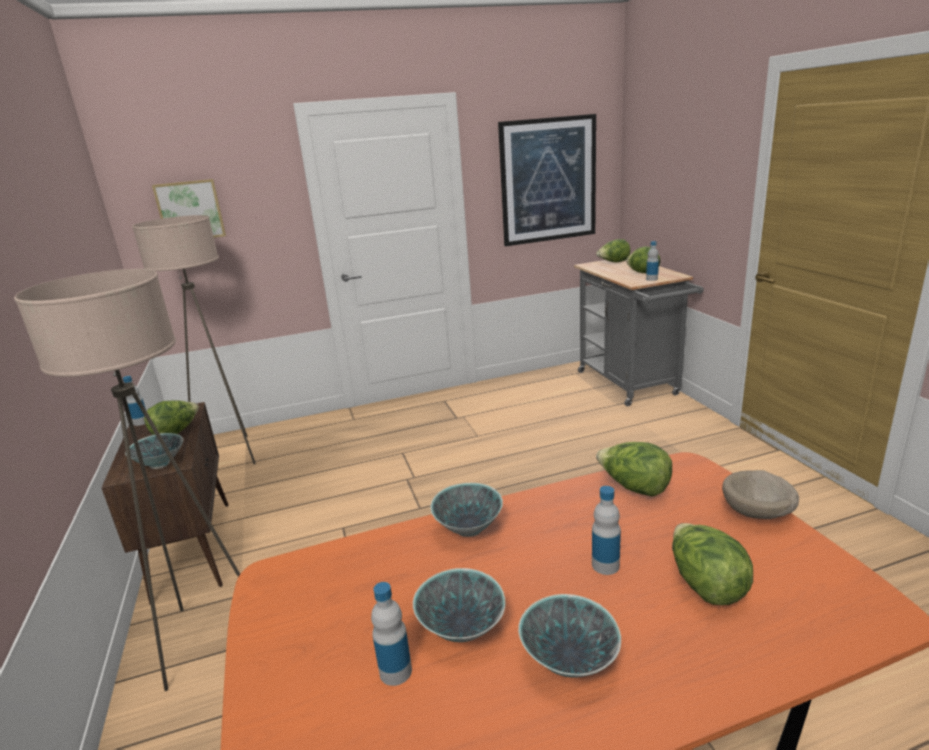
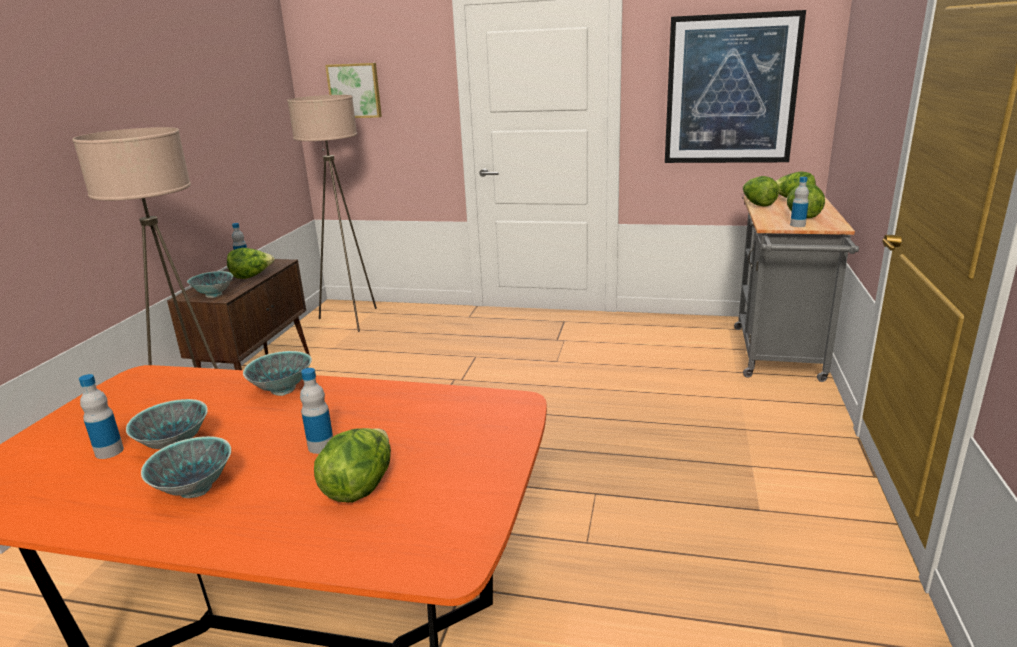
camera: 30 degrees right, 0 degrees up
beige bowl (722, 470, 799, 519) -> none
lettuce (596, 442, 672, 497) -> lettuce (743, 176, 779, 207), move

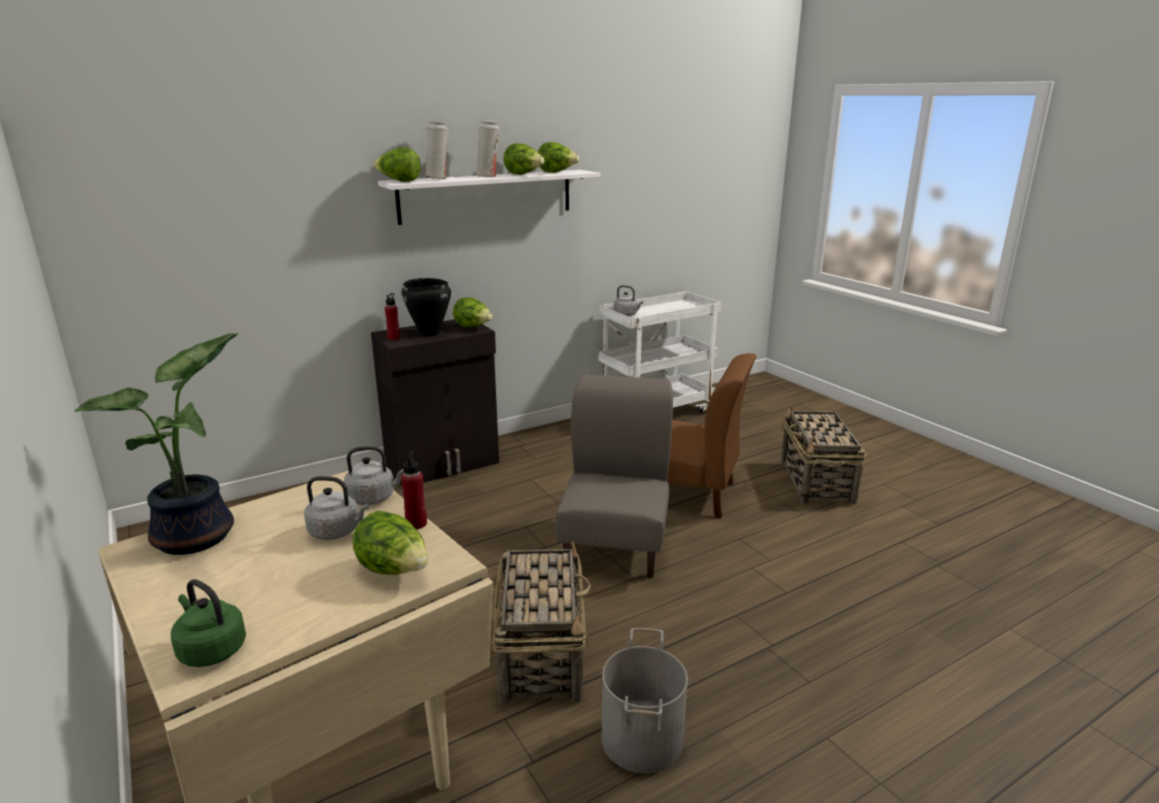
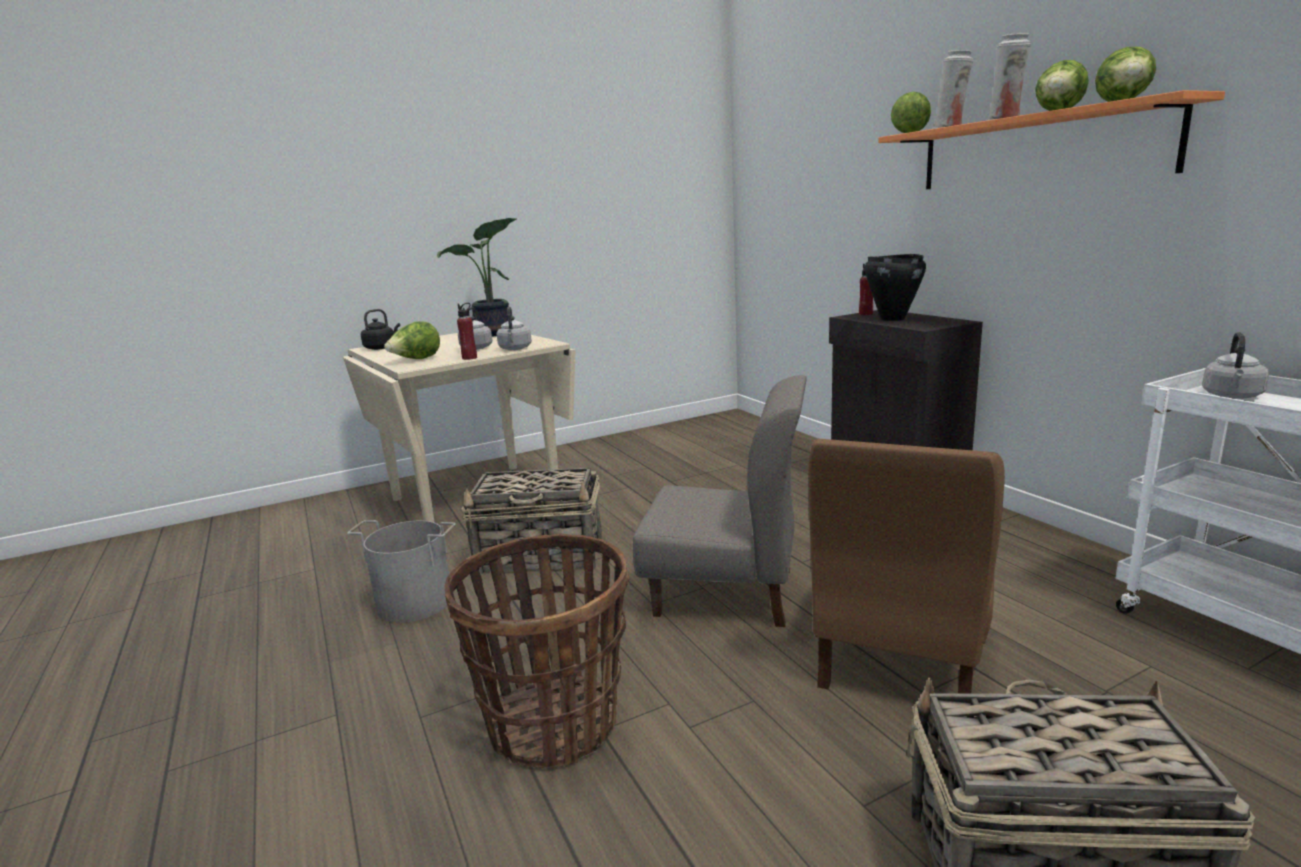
camera: 95 degrees right, 5 degrees down
lettuce (453, 297, 493, 328) -> none
none -> basket (445, 534, 630, 768)
green kettle (171, 579, 246, 667) -> black kettle (361, 309, 400, 350)
white shelf (378, 170, 601, 225) -> orange shelf (878, 90, 1225, 189)

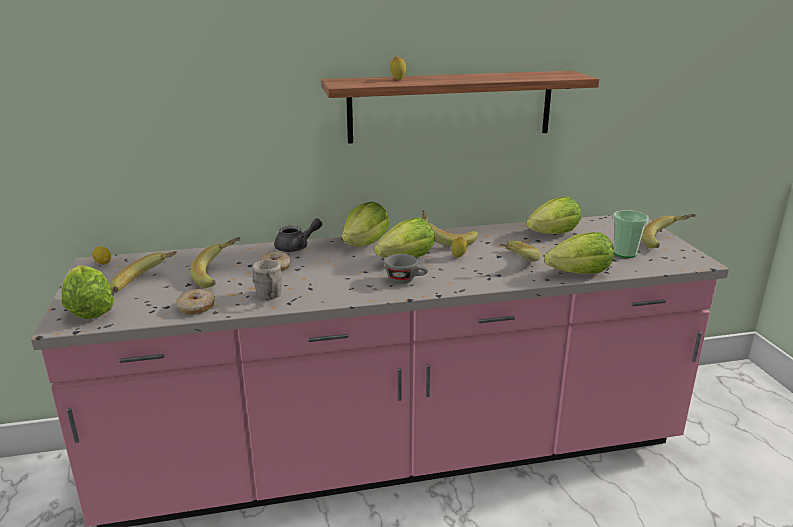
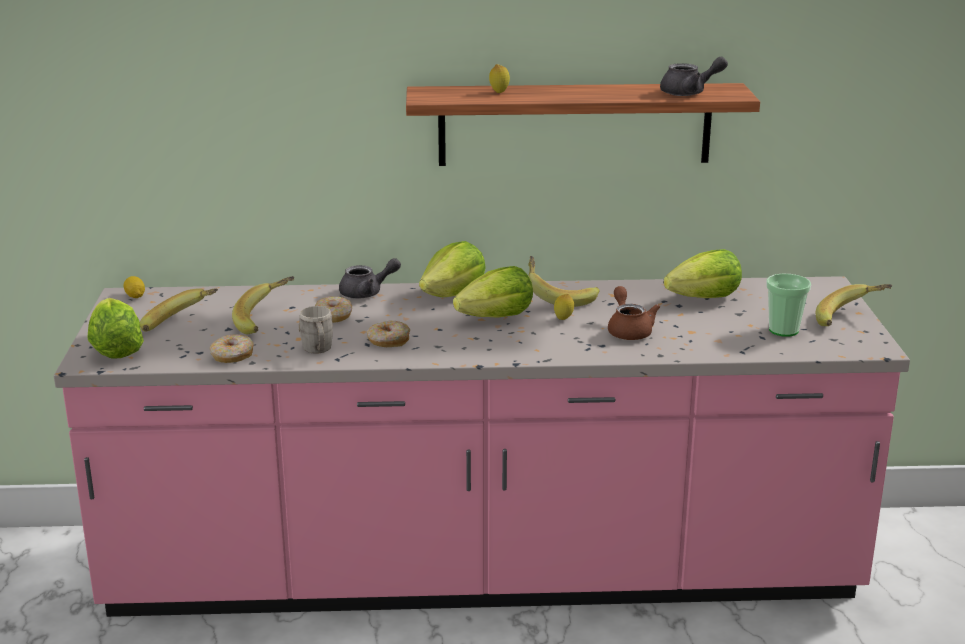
camera: 10 degrees right, 0 degrees up
grey cup (384, 254, 428, 284) -> none
lettuce (544, 232, 614, 274) -> none
none -> donut (367, 321, 410, 347)
none -> grey teapot (660, 57, 728, 96)
banana (500, 241, 541, 262) -> brown teapot (608, 286, 660, 340)

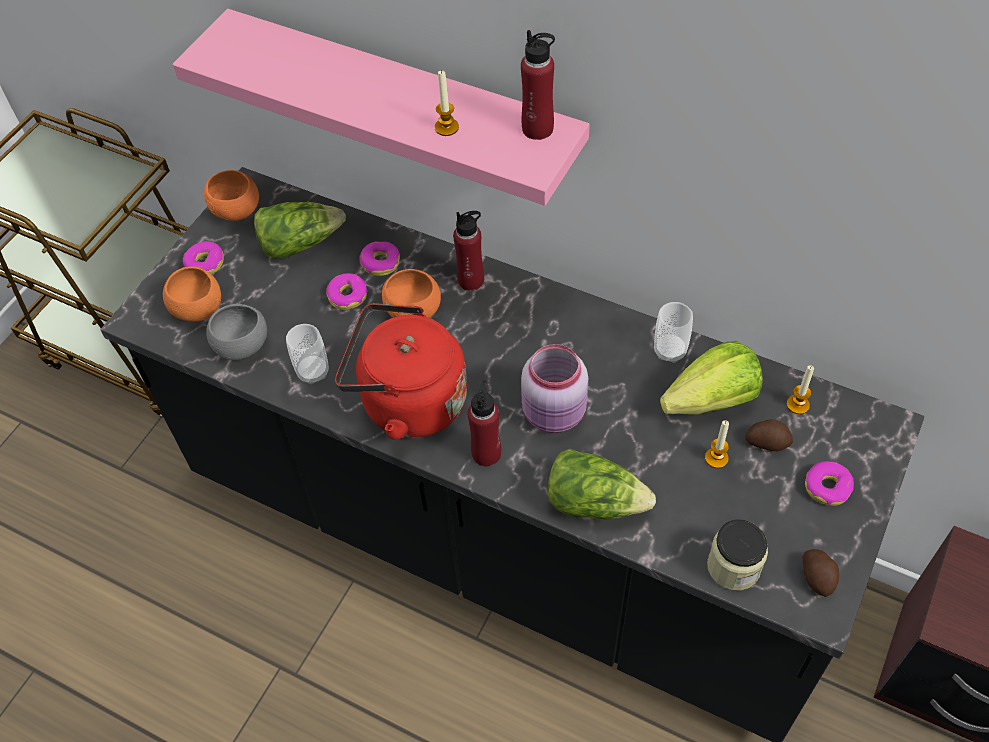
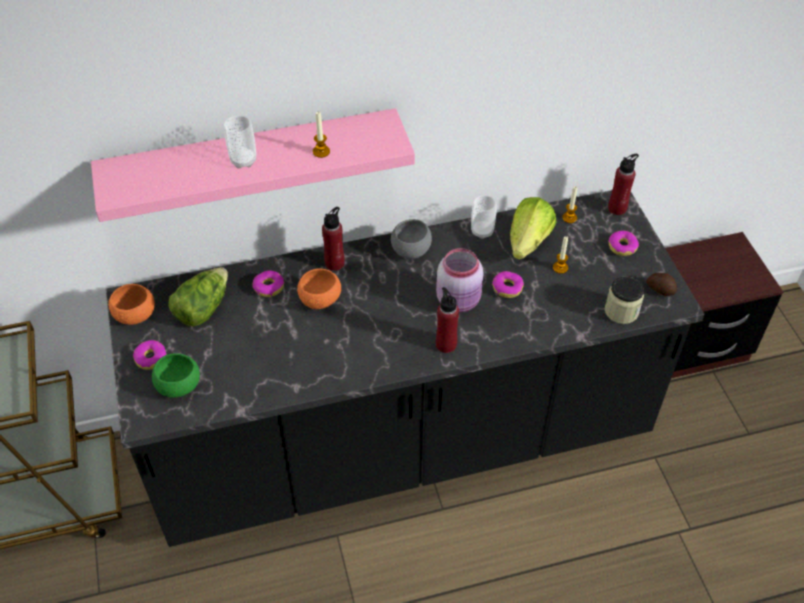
camera: 45 degrees left, 5 degrees down
red kettle (335, 303, 467, 440) -> none
lettuce (547, 449, 656, 519) -> none
potato (745, 419, 793, 451) -> none
grey bowl (206, 304, 267, 360) -> grey bowl (391, 219, 432, 259), move
cup (286, 324, 329, 384) -> cup (224, 115, 256, 169), move
donut (326, 273, 367, 310) -> donut (492, 271, 524, 298), move
red bottle (521, 30, 555, 140) -> red bottle (608, 154, 639, 215), move
orange bowl (163, 266, 221, 321) -> green bowl (152, 353, 200, 398)

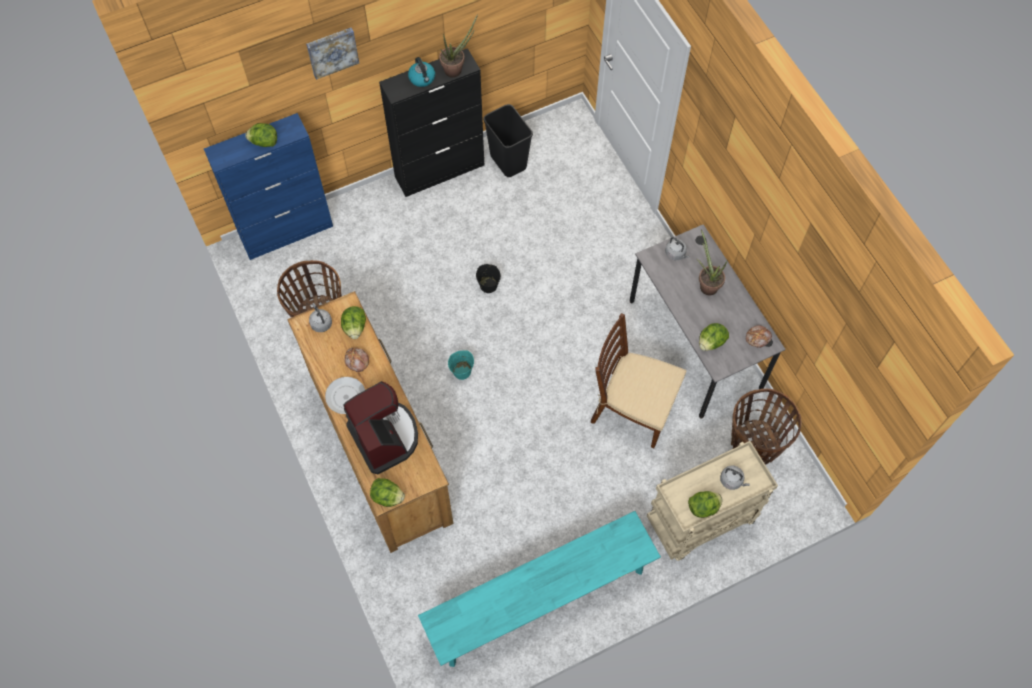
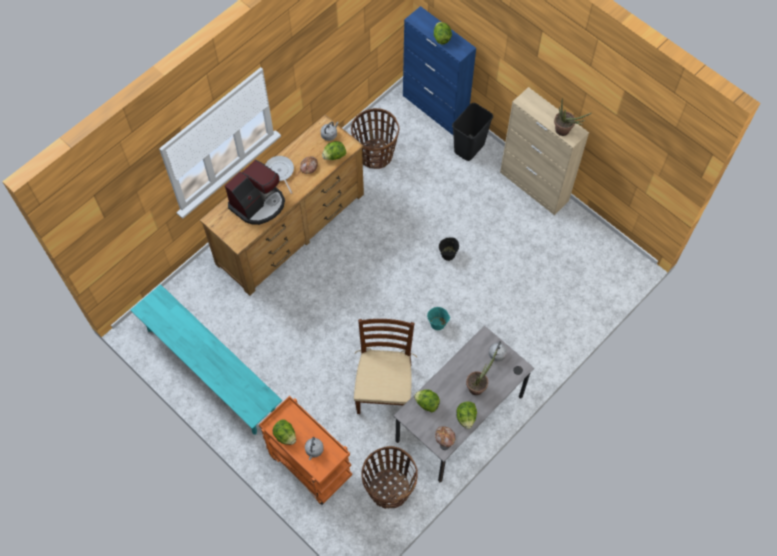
camera: 70 degrees right, 0 degrees up
picture (306, 28, 359, 80) -> none
kettle (408, 57, 435, 87) -> none
lettuce (370, 478, 405, 507) -> lettuce (457, 402, 477, 429), move
turquoise bucket (448, 350, 474, 380) -> turquoise bucket (427, 307, 450, 330), move
black trash can (483, 104, 533, 177) -> black trash can (452, 103, 493, 161), move
black cabinet (379, 48, 484, 197) -> beige cabinet (500, 87, 589, 215)
beige cart (647, 441, 778, 561) -> orange cart (259, 396, 352, 505)

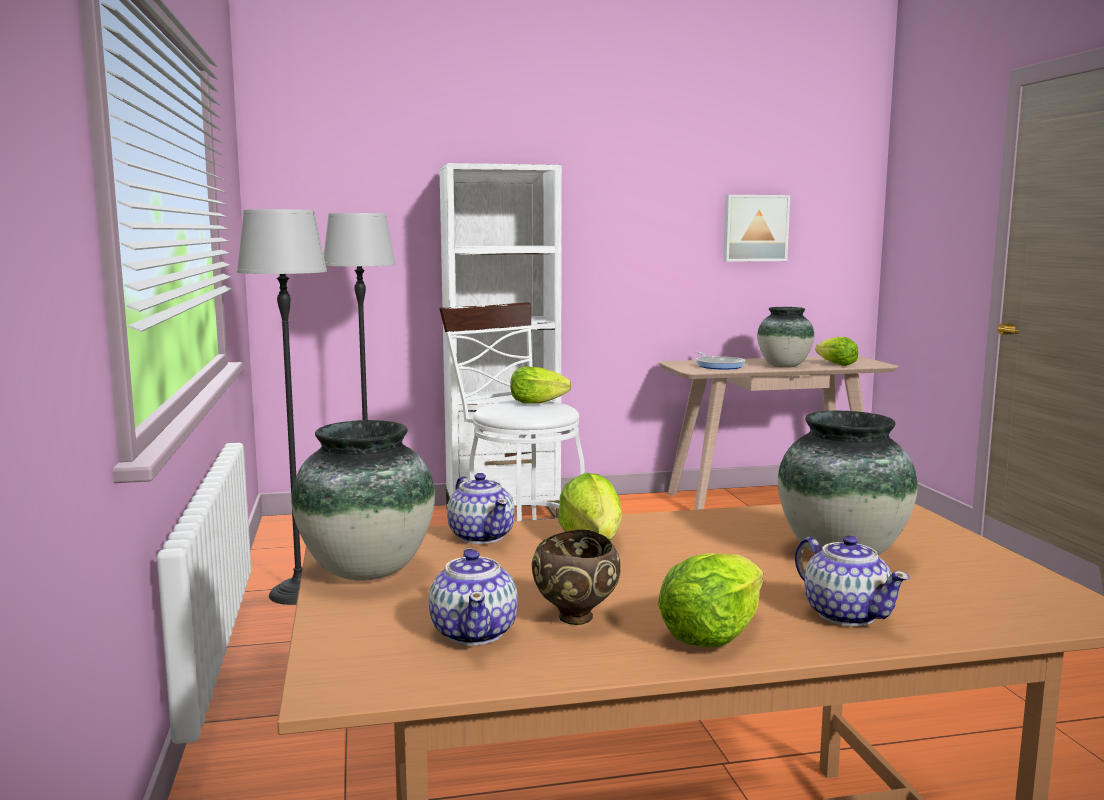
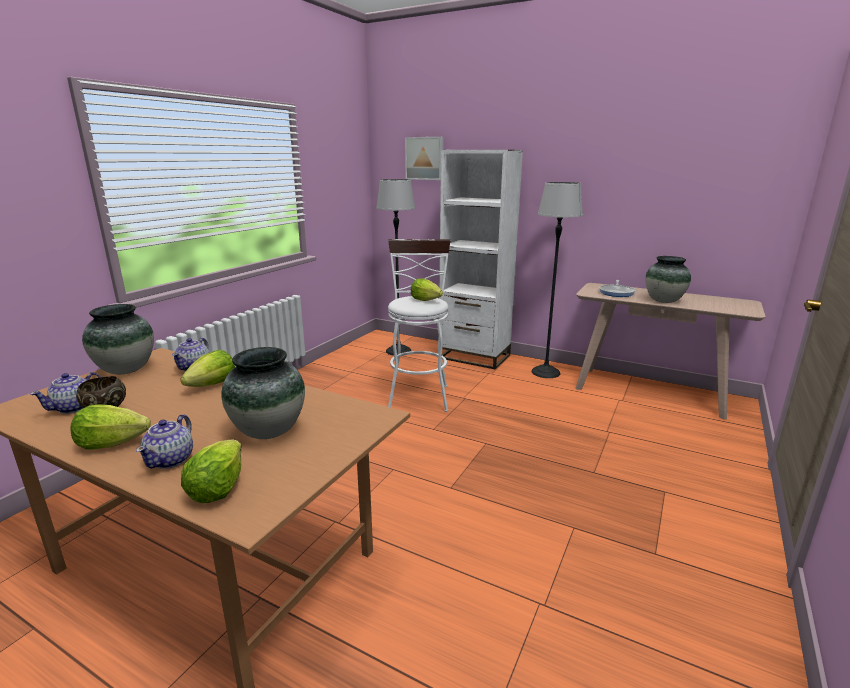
camera: 40 degrees right, 10 degrees up
floor lamp (237, 209, 327, 605) -> floor lamp (531, 182, 583, 378), move
picture (723, 195, 790, 262) -> picture (405, 137, 443, 180), move
lettuce (815, 337, 858, 366) -> lettuce (181, 440, 242, 503), move

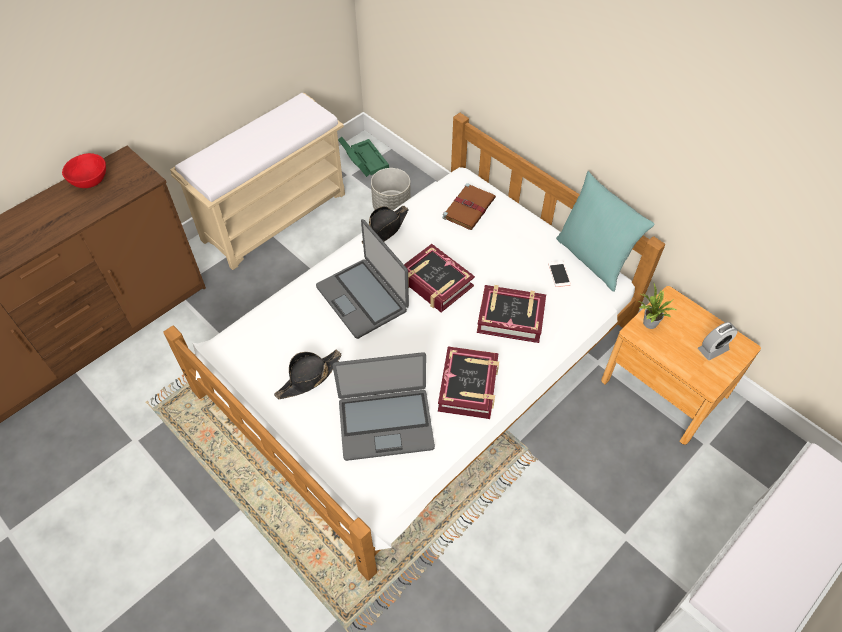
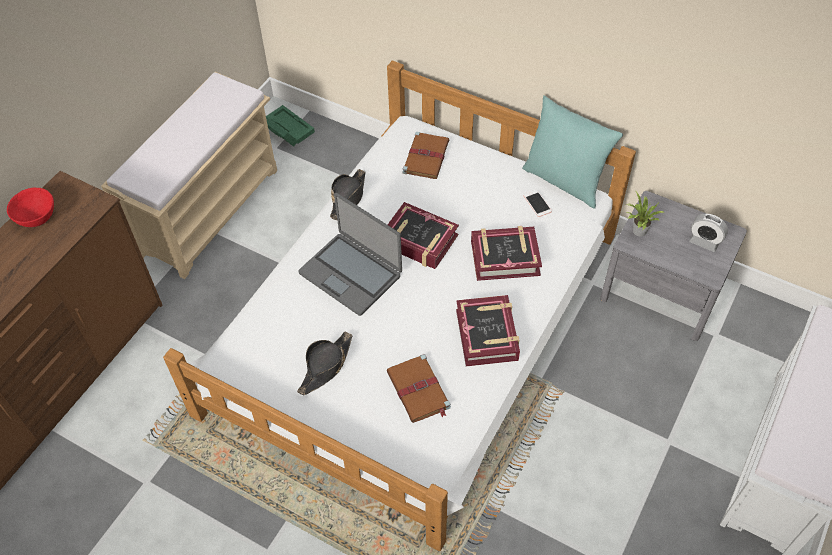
camera: 15 degrees left, 0 degrees up
grey planter (371, 168, 411, 210) -> none
laptop (332, 352, 435, 461) -> brown book (386, 354, 451, 423)
brown nightstand (601, 286, 761, 445) -> grey nightstand (600, 191, 747, 341)
alarm clock (698, 322, 738, 360) -> alarm clock (689, 214, 728, 252), 75 degrees clockwise

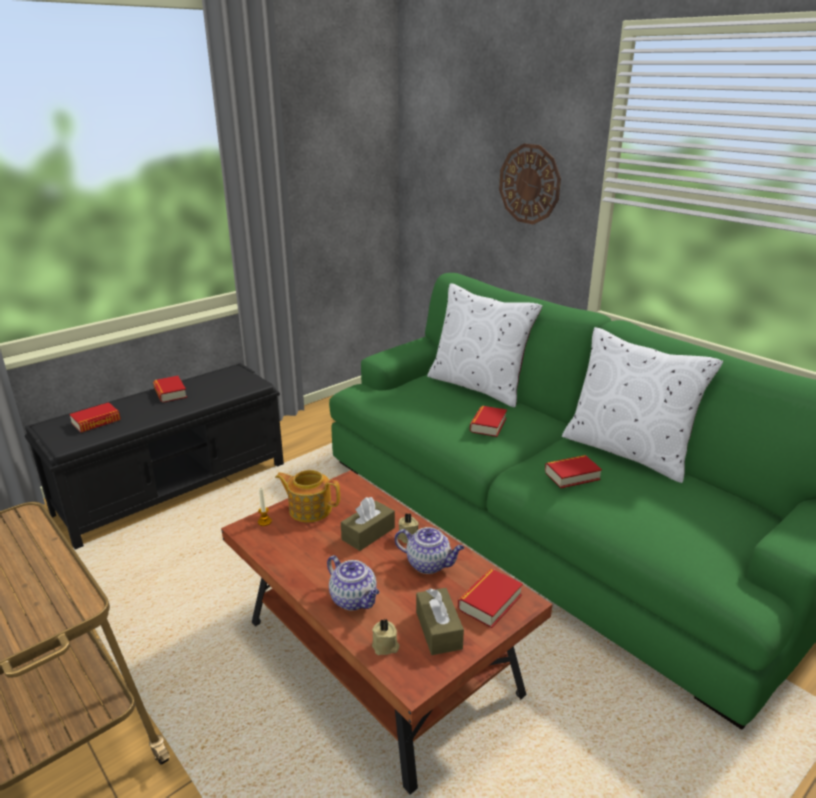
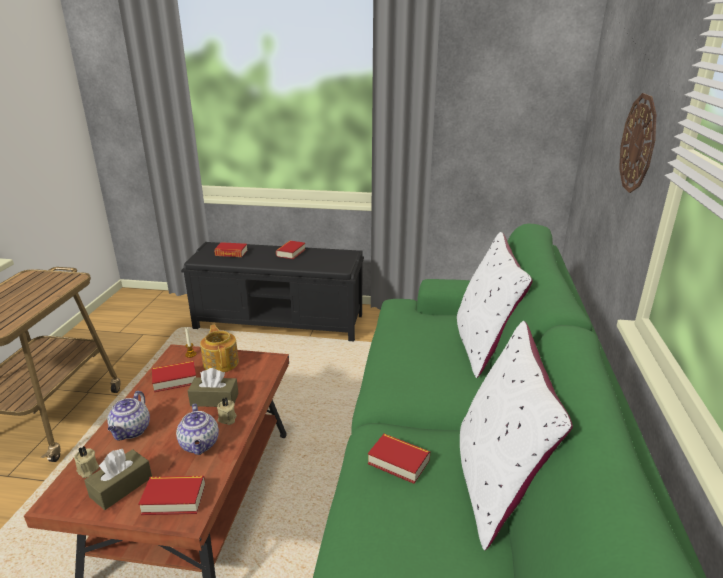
camera: 50 degrees right, 0 degrees up
book (470, 406, 507, 437) -> book (152, 361, 196, 392), move

